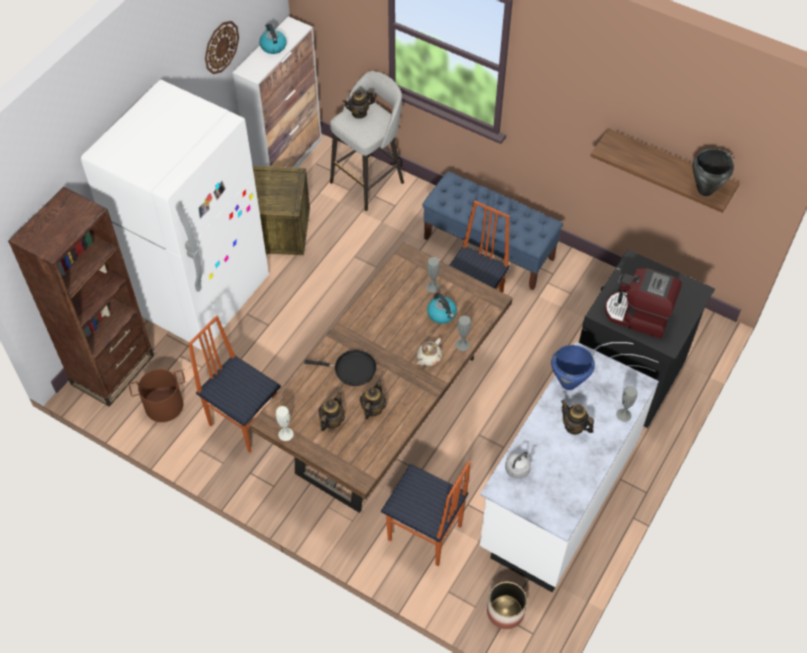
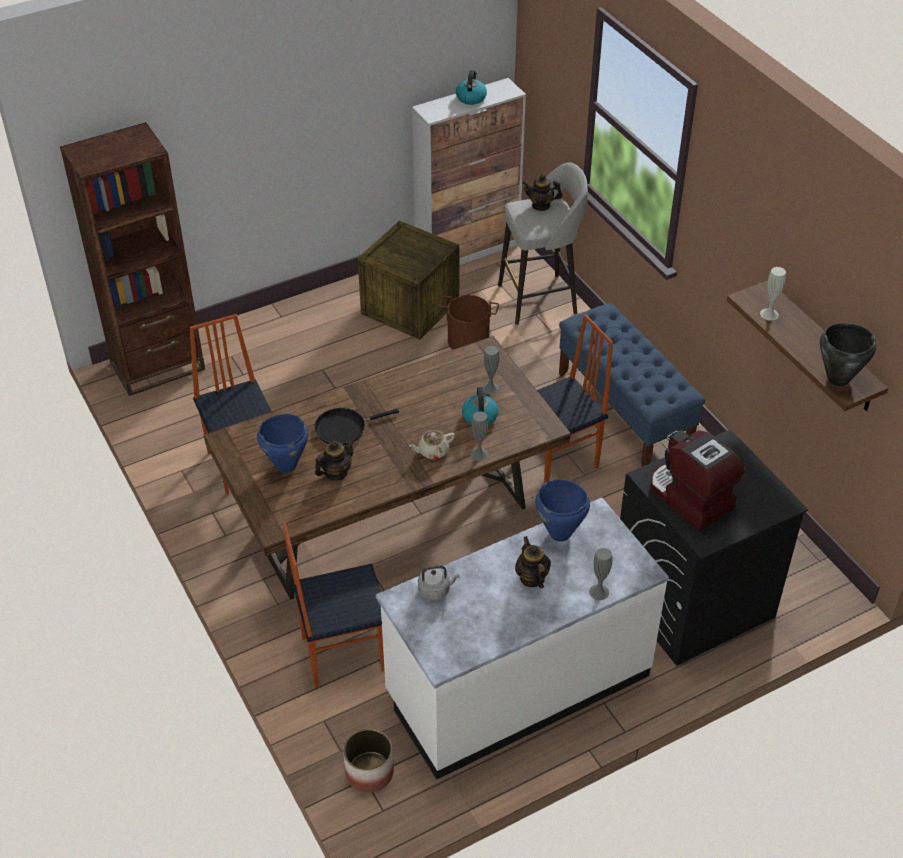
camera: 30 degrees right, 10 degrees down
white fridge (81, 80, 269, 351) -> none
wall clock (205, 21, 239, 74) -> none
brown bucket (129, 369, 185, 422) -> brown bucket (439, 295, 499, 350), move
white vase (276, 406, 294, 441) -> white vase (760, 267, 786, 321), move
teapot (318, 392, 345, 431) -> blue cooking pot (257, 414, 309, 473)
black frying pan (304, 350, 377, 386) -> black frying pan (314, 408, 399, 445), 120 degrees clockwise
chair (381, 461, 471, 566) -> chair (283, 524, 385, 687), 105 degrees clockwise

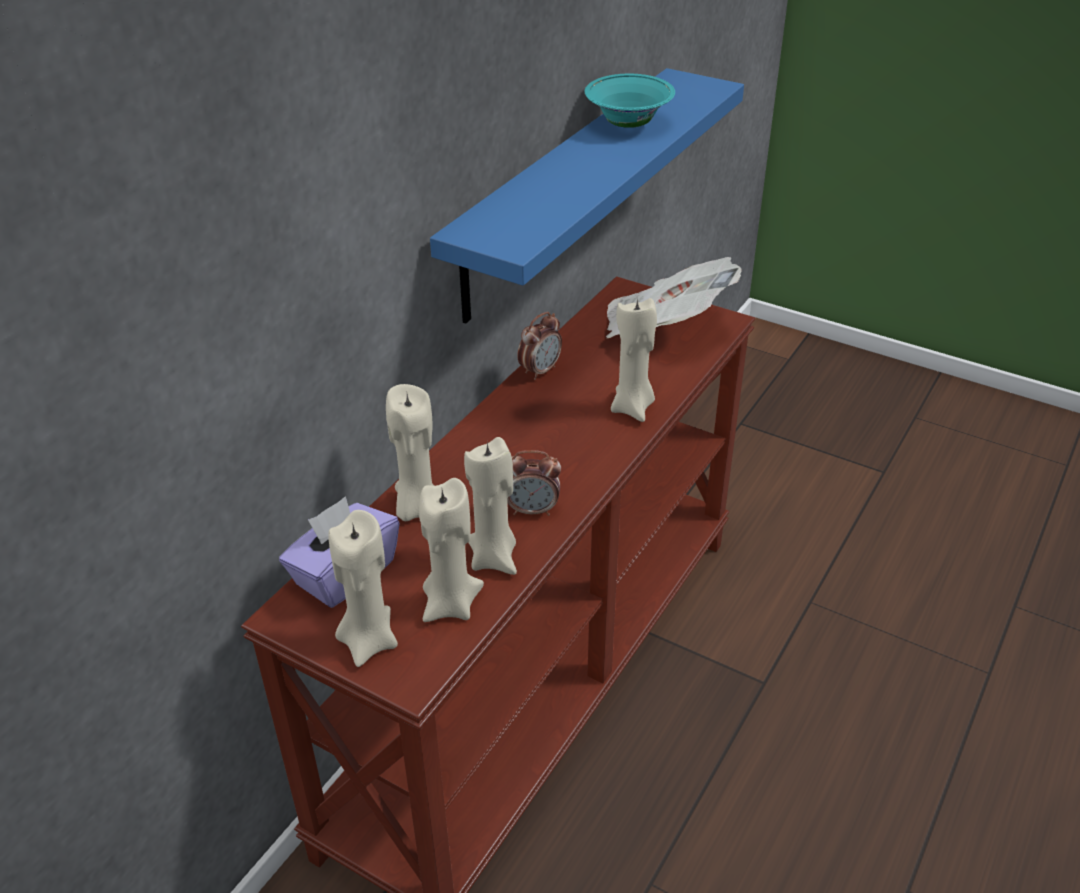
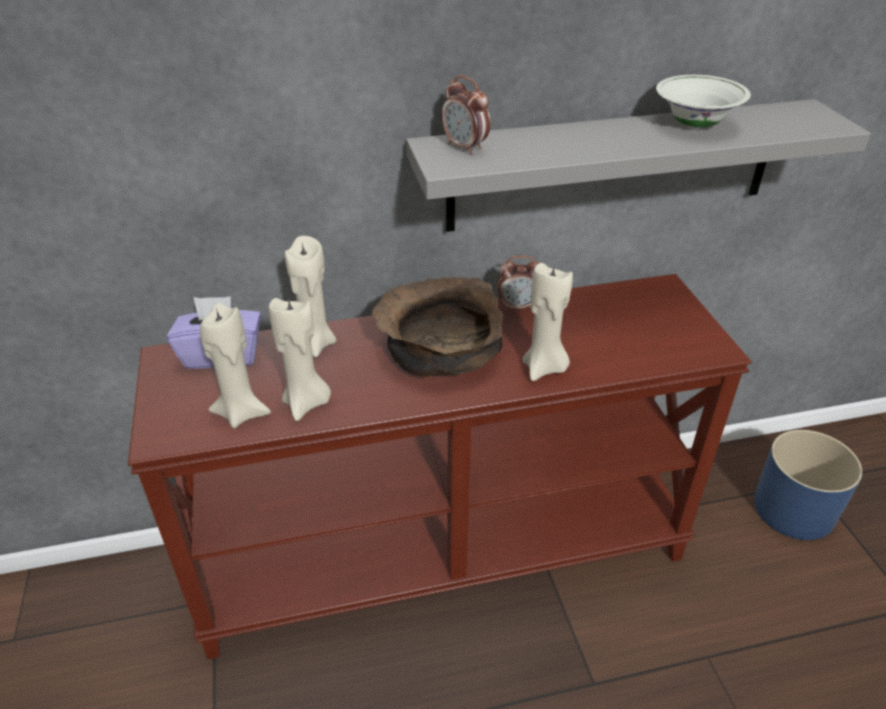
camera: 45 degrees right, 0 degrees up
beige candle (328, 510, 398, 667) -> none
newspaper (606, 257, 742, 338) -> none
none -> brown bowl (371, 277, 503, 377)
none -> blue planter (754, 430, 862, 540)
alarm clock (507, 450, 561, 516) -> alarm clock (441, 75, 491, 154), move
blue shelf (430, 68, 744, 324) -> grey shelf (406, 99, 871, 232)
turquoise bowl (585, 74, 675, 128) -> white bowl (656, 75, 751, 127)

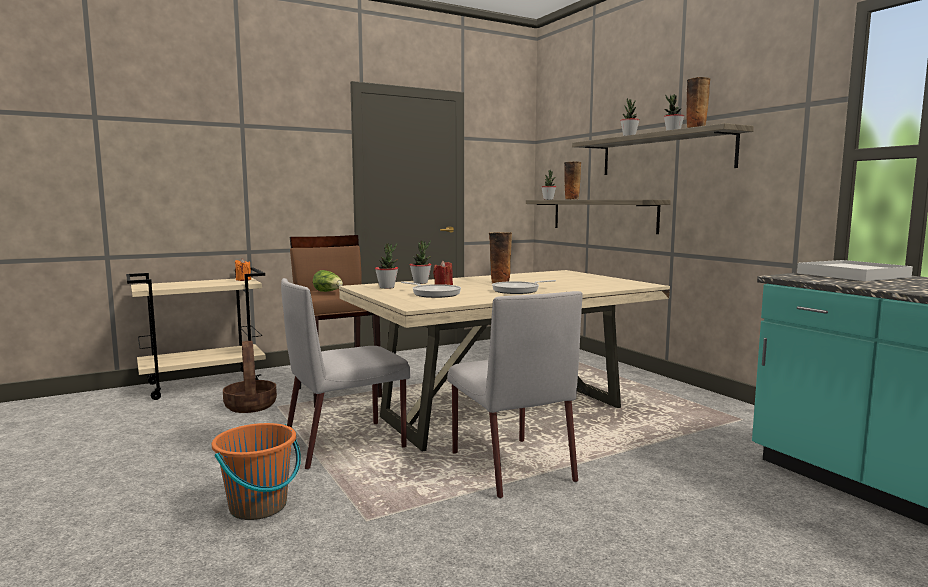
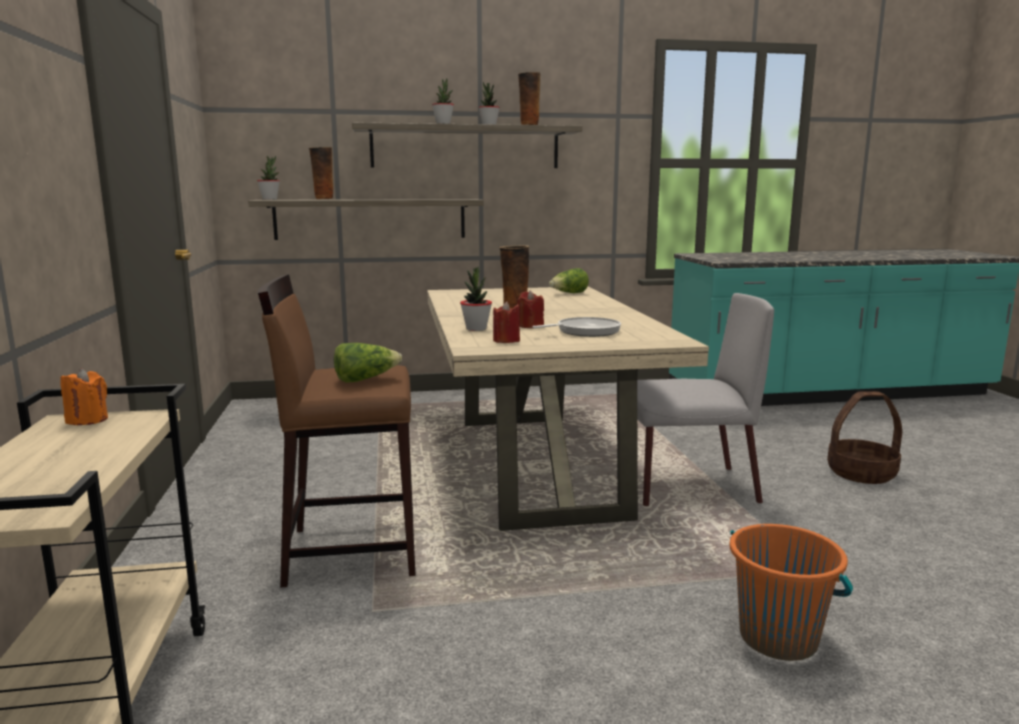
camera: 70 degrees left, 5 degrees up
grey chair (281, 278, 411, 470) -> none
frying pan (492, 280, 556, 294) -> none
white tray (797, 260, 913, 281) -> none
none -> lettuce (549, 268, 589, 293)
basket (223, 341, 277, 413) -> basket (827, 391, 902, 484), move
potted plant (375, 243, 398, 289) -> red candle (493, 301, 520, 343)

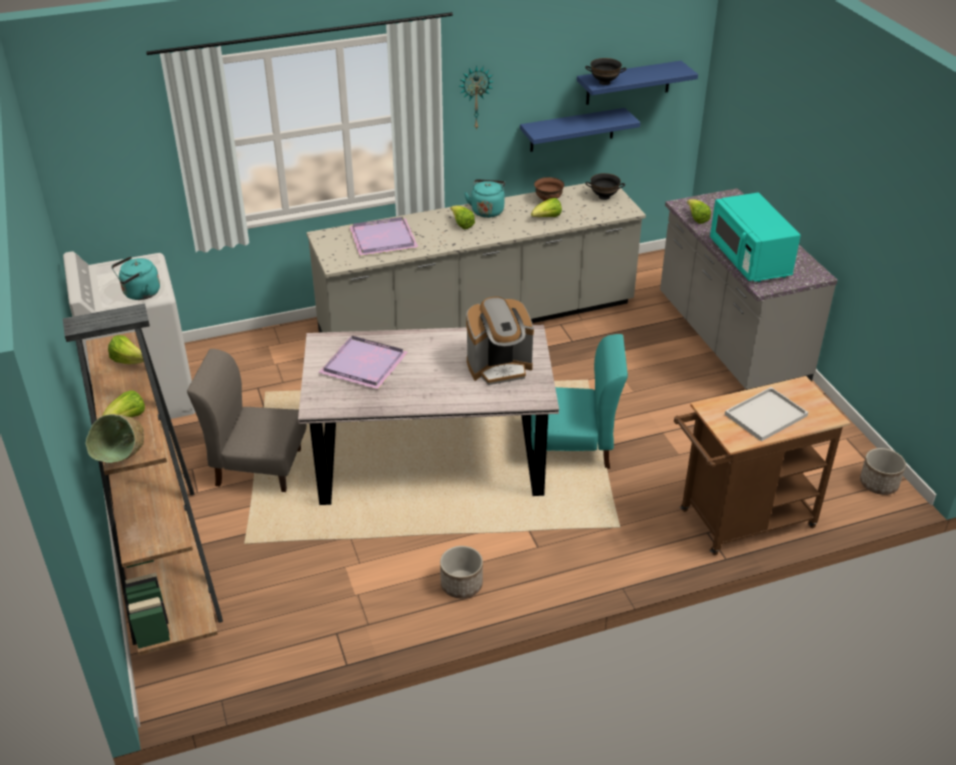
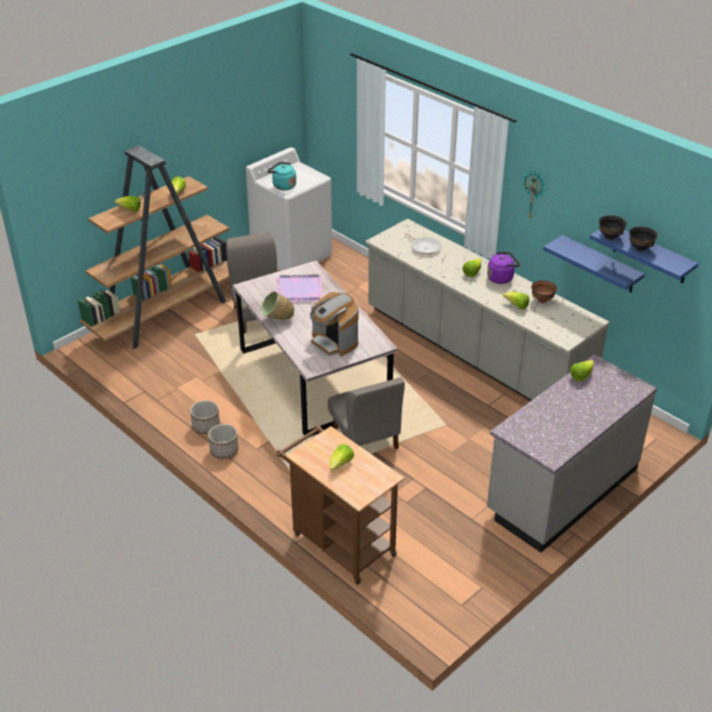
camera: 65 degrees right, 0 degrees up
turquoise microwave (710, 193, 801, 282) -> none
green bowl (85, 414, 144, 463) -> green bowl (261, 291, 295, 320), move
black bowl (585, 173, 625, 200) -> black bowl (629, 226, 658, 251), move
planter (860, 448, 906, 495) -> planter (208, 424, 239, 459), move
purple tray (349, 217, 418, 256) -> frying pan (405, 233, 441, 255)
white tray (725, 387, 808, 441) -> lettuce (330, 444, 354, 471)
turquoise kettle (464, 179, 505, 218) -> purple kettle (487, 252, 520, 284)
turquoise chair (531, 334, 628, 469) -> grey chair (328, 377, 405, 449)

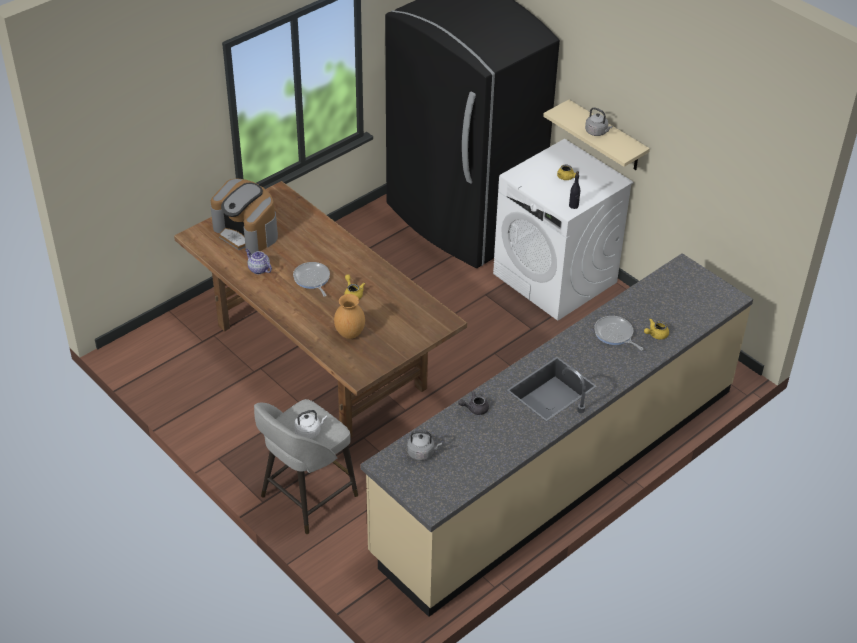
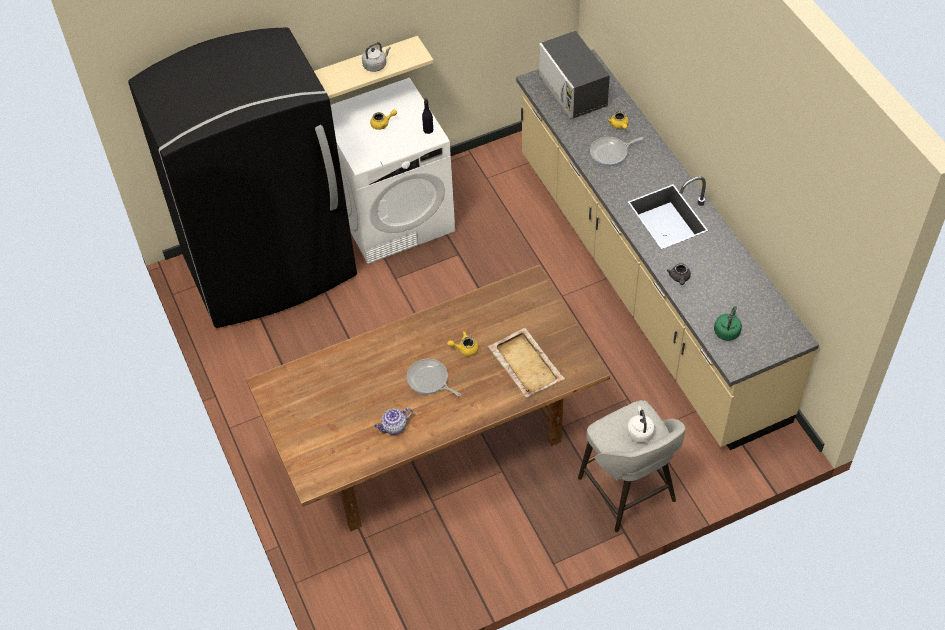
camera: 70 degrees left, 10 degrees up
coffee machine (210, 178, 278, 254) -> none
none -> microwave (538, 31, 610, 119)
brown vase (334, 294, 365, 339) -> beige tray (488, 328, 565, 397)
grey kettle (407, 431, 442, 460) -> green kettle (714, 306, 742, 341)
frying pan (293, 262, 330, 297) -> frying pan (407, 359, 461, 396), 45 degrees clockwise

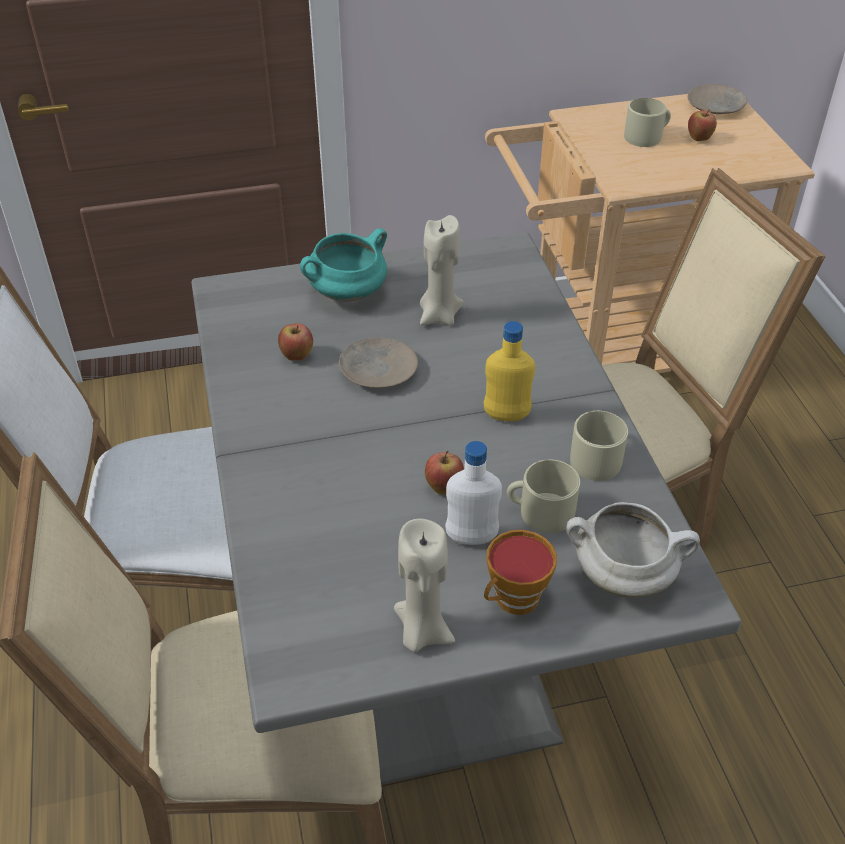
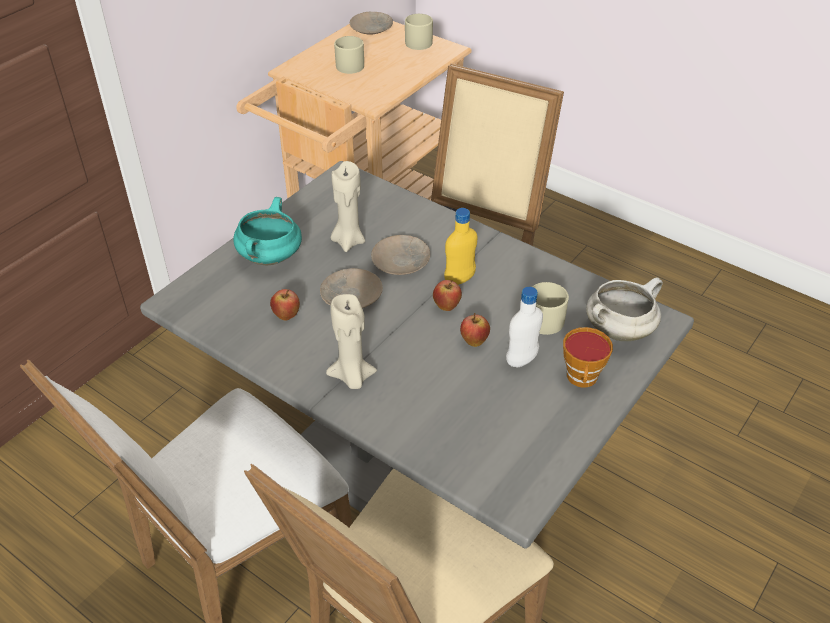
camera: 40 degrees left, 0 degrees up
none -> beige plate (371, 235, 430, 275)
beige candle (394, 519, 455, 652) -> beige candle (326, 294, 377, 389), move
beige mug (570, 411, 628, 481) -> beige mug (405, 14, 433, 50), move
apple (688, 109, 717, 141) -> apple (433, 280, 462, 311), move

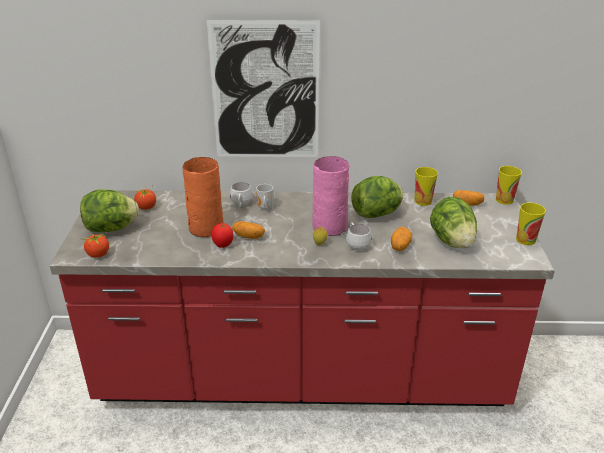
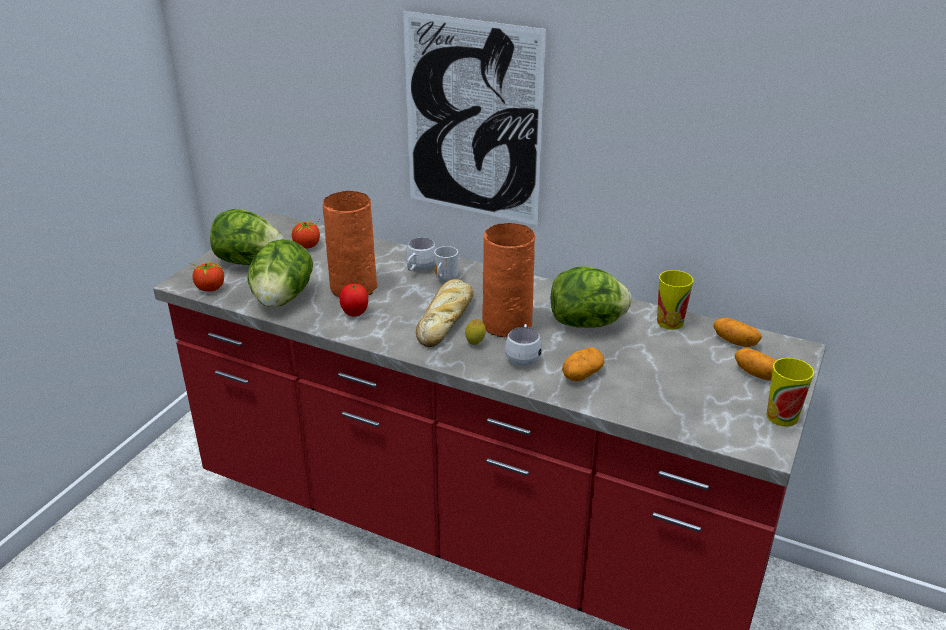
camera: 25 degrees right, 0 degrees up
cup (496, 166, 522, 205) -> none
none -> bread (416, 279, 474, 347)
potato (232, 221, 265, 239) -> potato (735, 348, 776, 381), move
lettuce (430, 197, 477, 248) -> lettuce (248, 239, 313, 307), move
pink vase (312, 156, 349, 236) -> orange vase (482, 223, 535, 337)

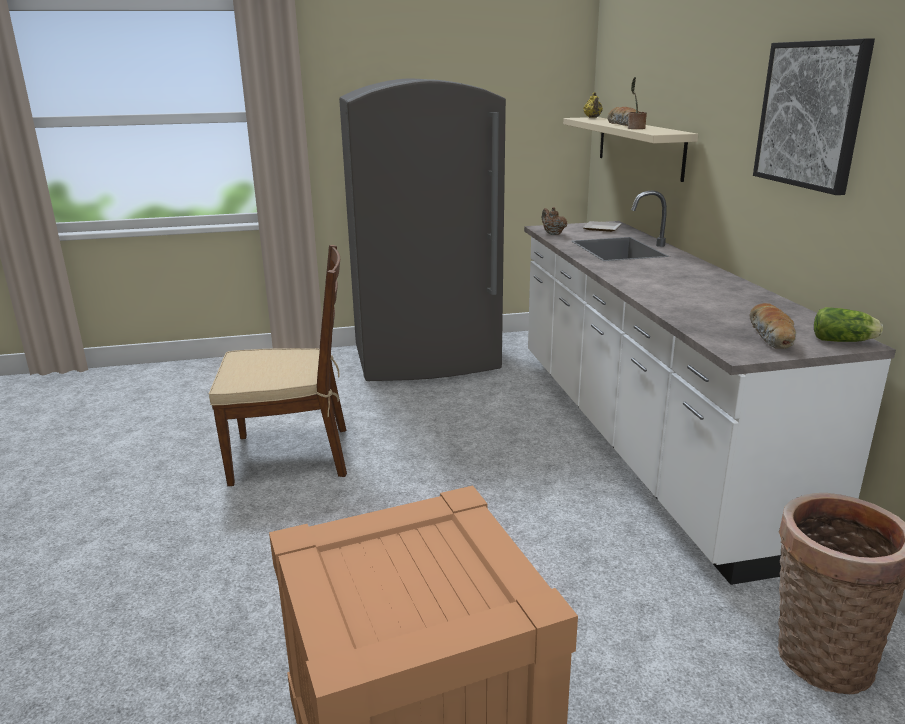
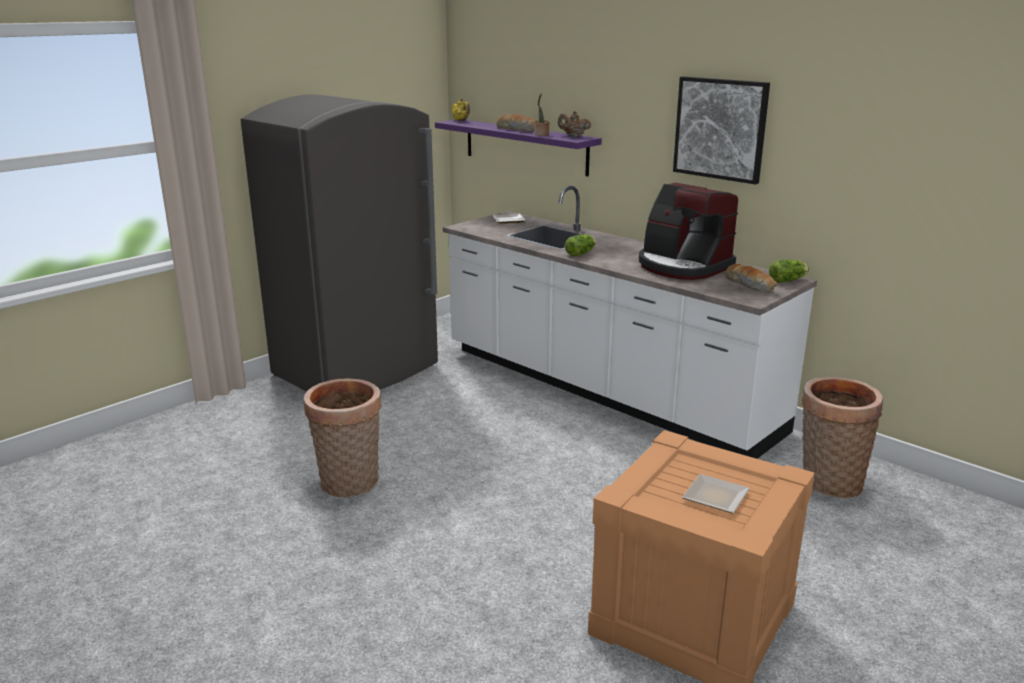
camera: 35 degrees left, 0 degrees up
none -> lettuce (565, 234, 596, 257)
none -> coffee machine (639, 183, 738, 280)
none -> plate (682, 474, 750, 514)
brown teapot (541, 207, 567, 235) -> brown teapot (558, 111, 591, 137), move
brown chair (209, 245, 347, 486) -> basket (304, 378, 381, 497)
beige shelf (563, 117, 698, 182) -> purple shelf (435, 119, 602, 176)

